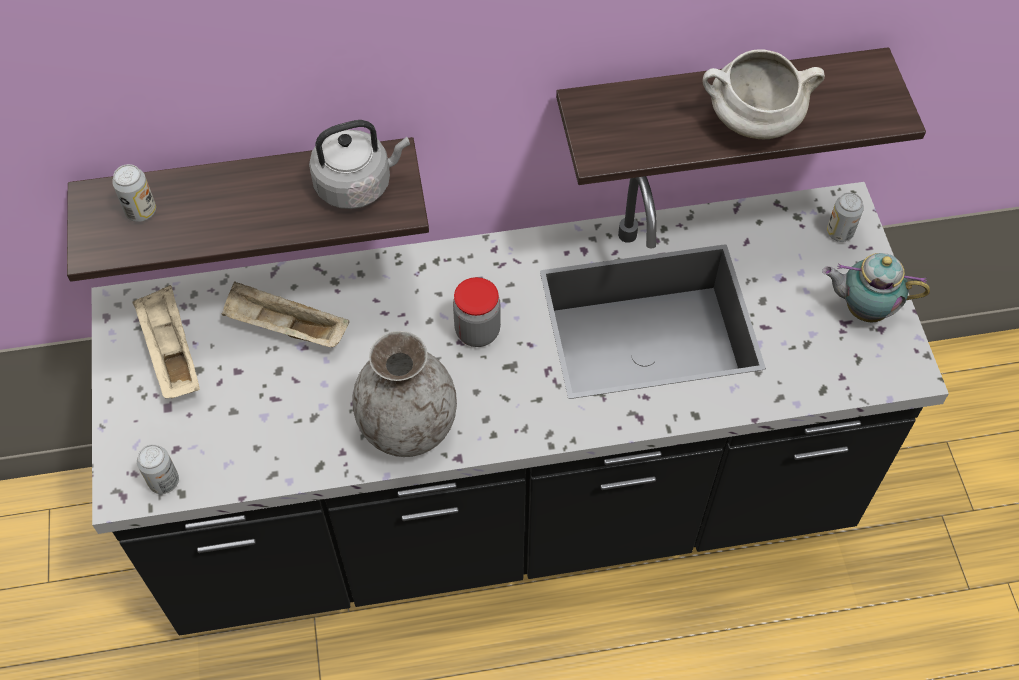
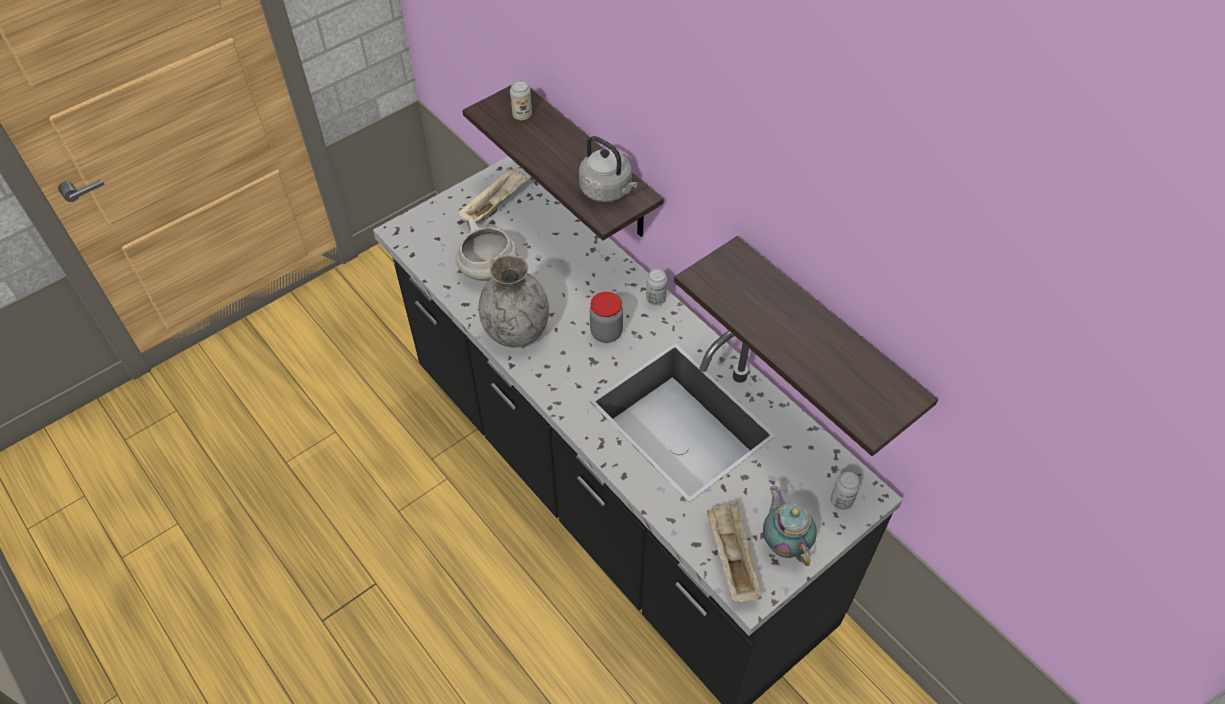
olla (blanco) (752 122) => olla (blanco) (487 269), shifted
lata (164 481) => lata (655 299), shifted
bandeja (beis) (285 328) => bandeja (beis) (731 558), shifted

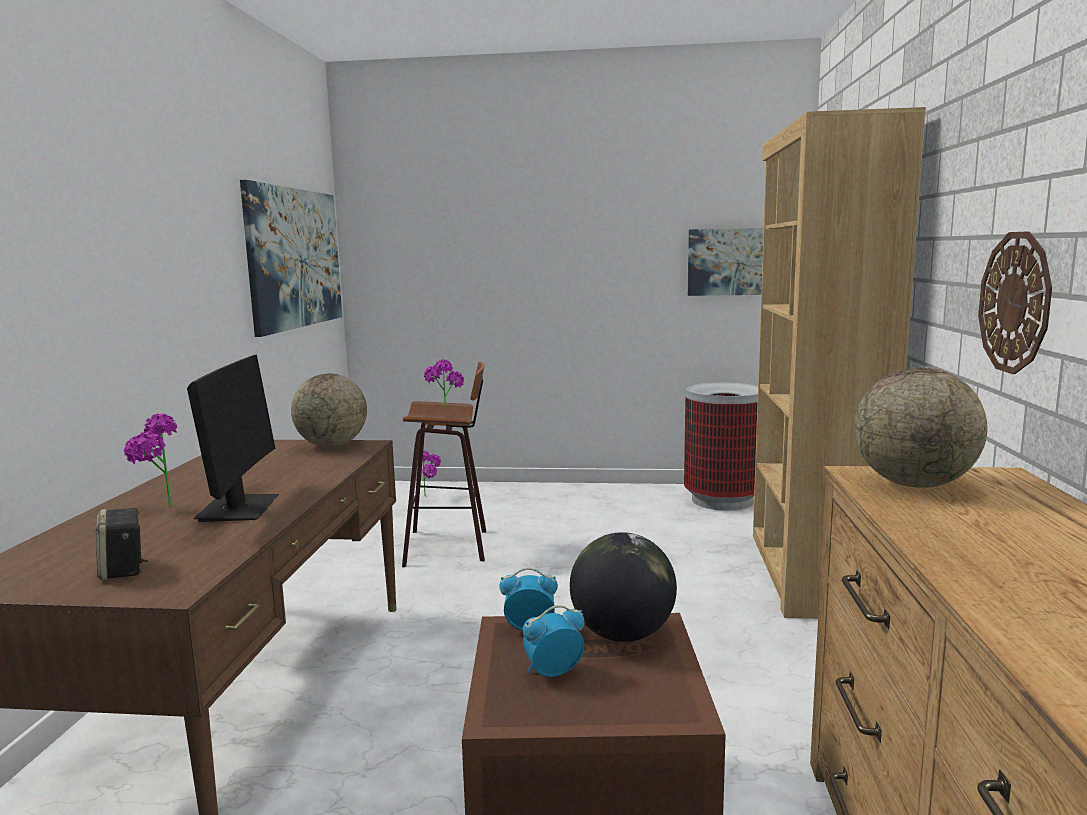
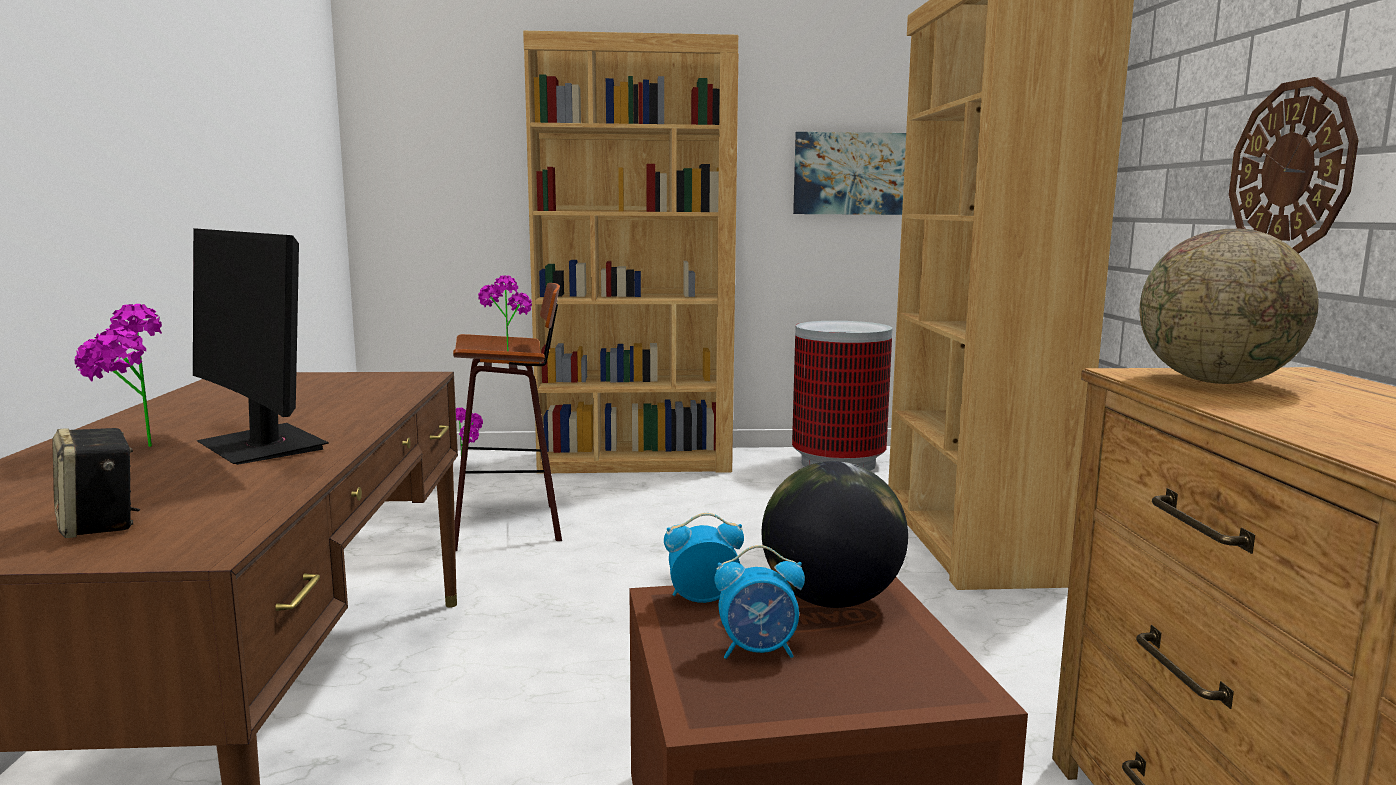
monitor (238 509) => monitor (262 446), 150 degrees clockwise
nothing => estantería (marrón) (636 461)
despertador (552 672) => despertador (758 651), 150 degrees counterclockwise
cuadro (295 258) => nothing
globo terráqueo (332 445) => nothing

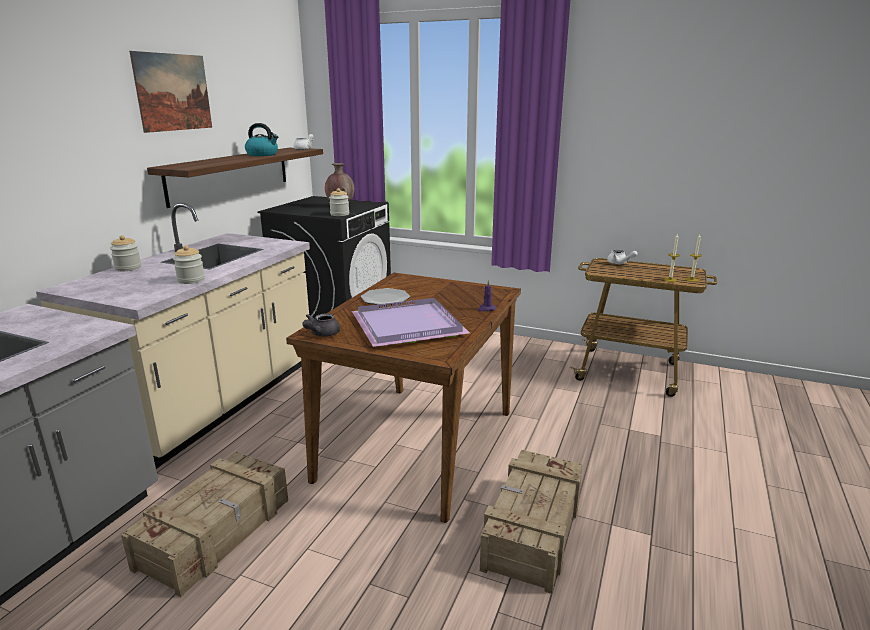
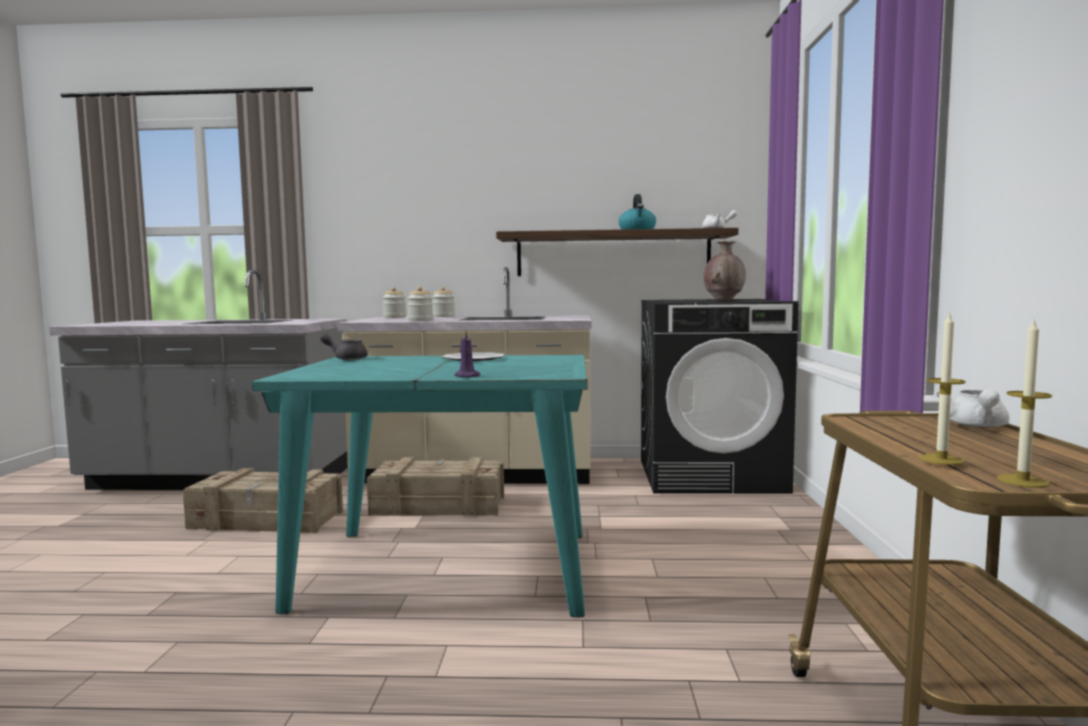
mesa de comedor (marrón) (417 445) => mesa de comedor (turquesa) (445 569)
caja de embalaje (532 530) => caja de embalaje (438 505), shifted
tarro (339 214) => tarro (394 317), shifted
cuadro (173 92) => nothing
bandeja (morado) (410 326) => nothing

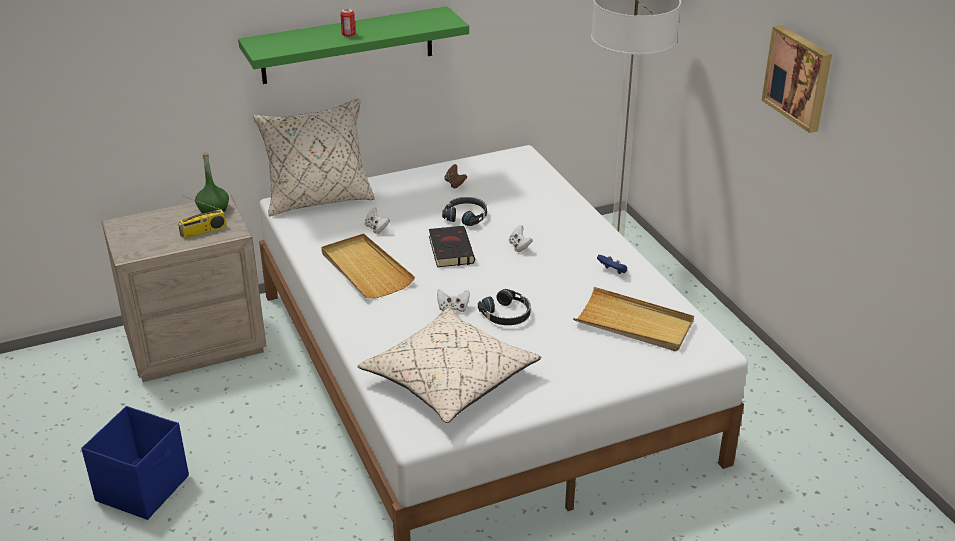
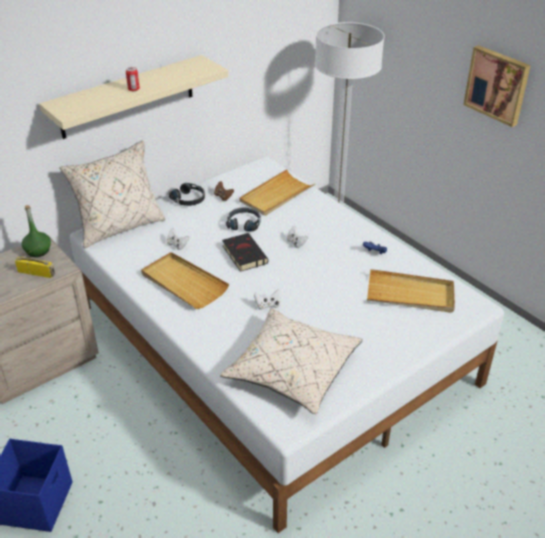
radio (203 231) => radio (37 272), 120 degrees counterclockwise
estante (verde) (347 45) => estante (beis) (127 97)
auriculares (negro) (506 314) => auriculares (negro) (189 199), shifted
nothing => bandeja (beis) (276 195)

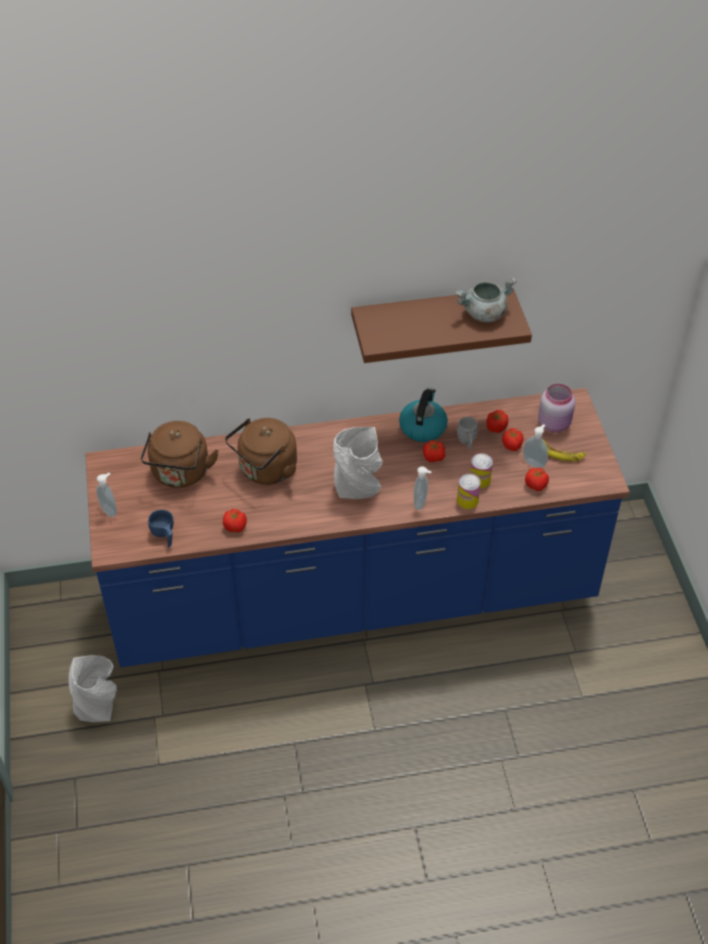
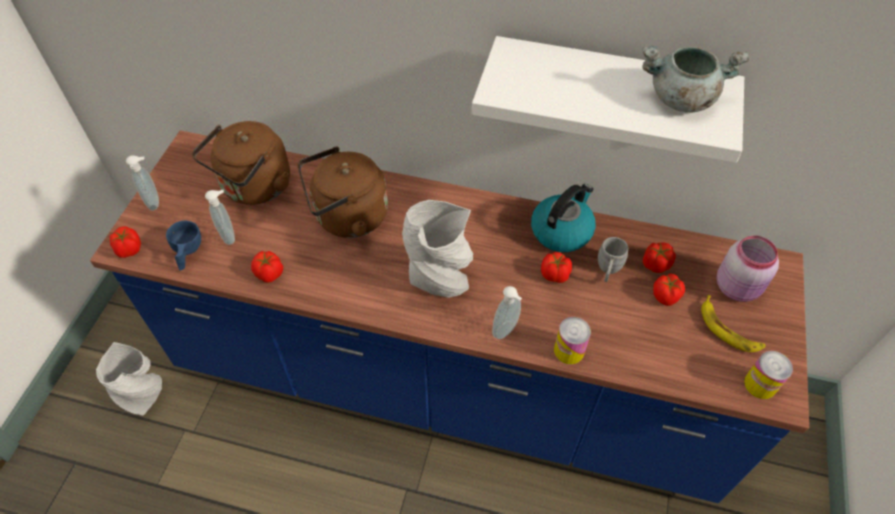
tomate (536 485) => tomate (129 250), shifted
dispensador de jabón (534 463) => dispensador de jabón (229 235), shifted
estante (marrón) (431 319) => estante (blanco) (609 89)
lata (479 480) => lata (760 384), shifted

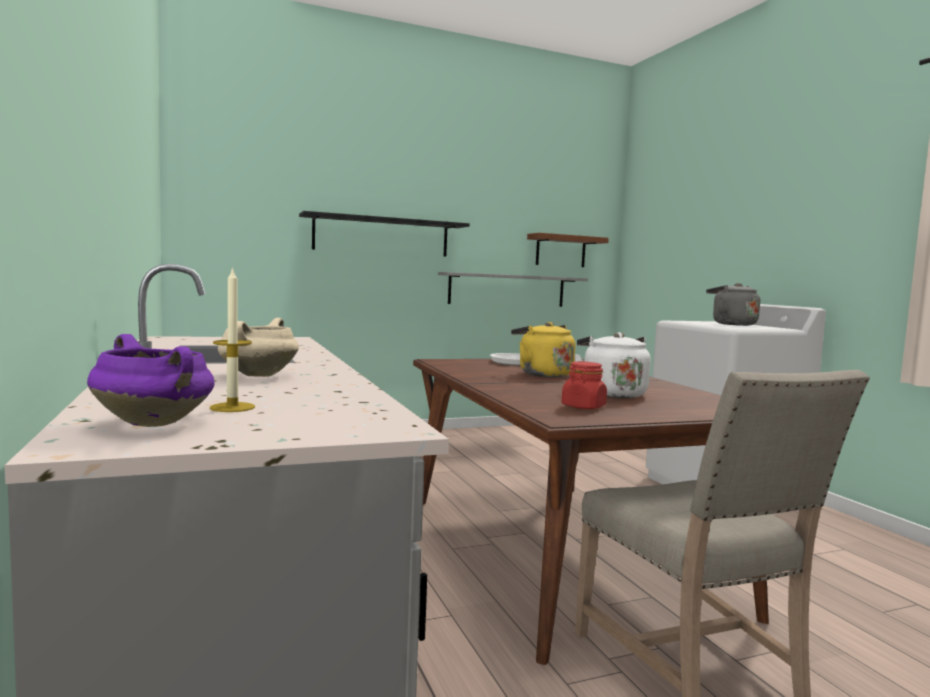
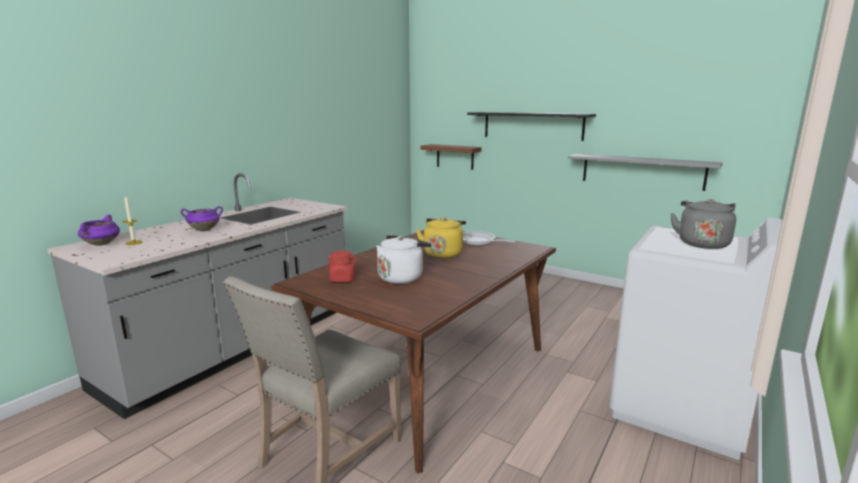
olla (beis) (258 375) => olla (morado) (204 230)
estante (marrón) (560 251) => estante (marrón) (455 156), shifted

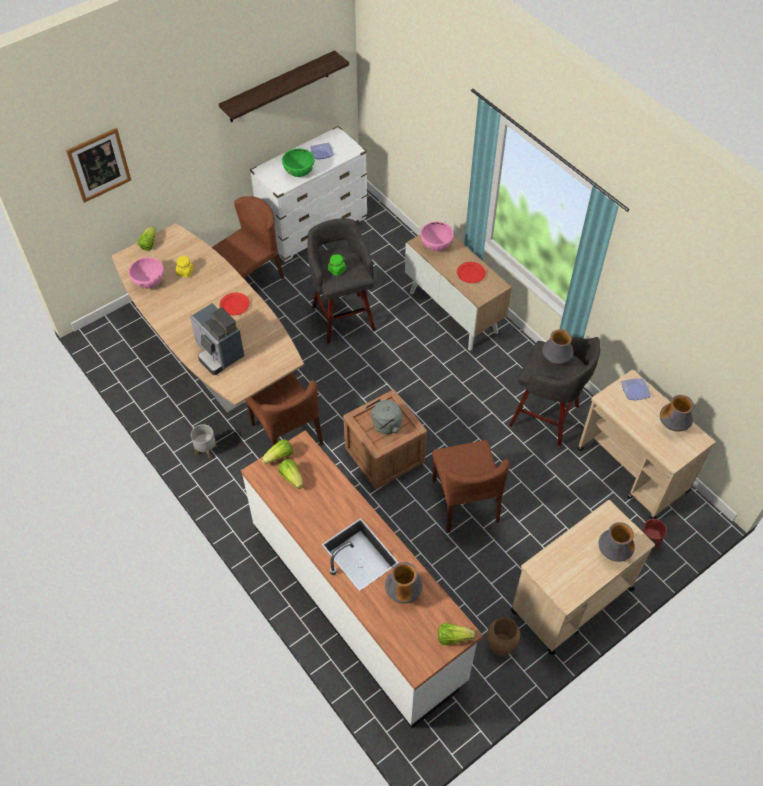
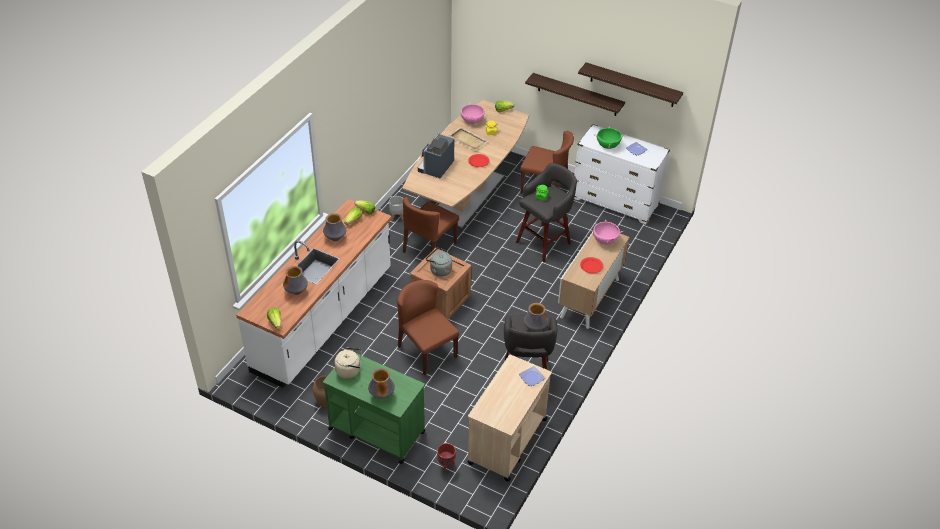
florero (672 426) => florero (335 238), shifted
carrito (beis) (571 600) => carrito (verde) (376 430)
nothing => hervidor (beis) (350 370)
silla (marrón) (465 501) => silla (marrón) (426 351), 90 degrees clockwise
nothing => bandeja (beis) (467 140)
nothing => estante (577 95)
cuadro (99 165) => nothing

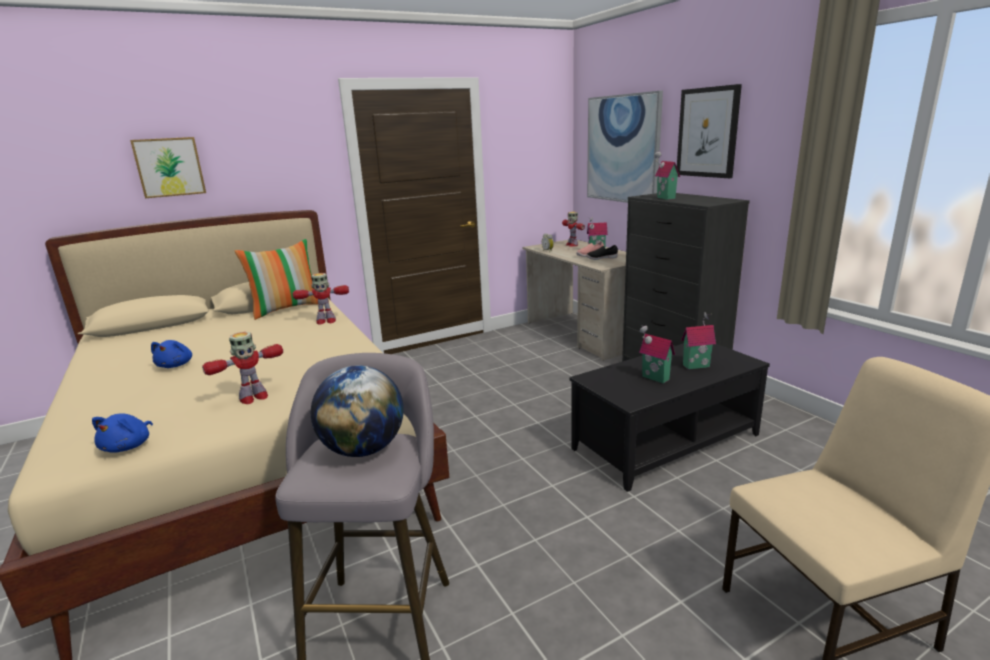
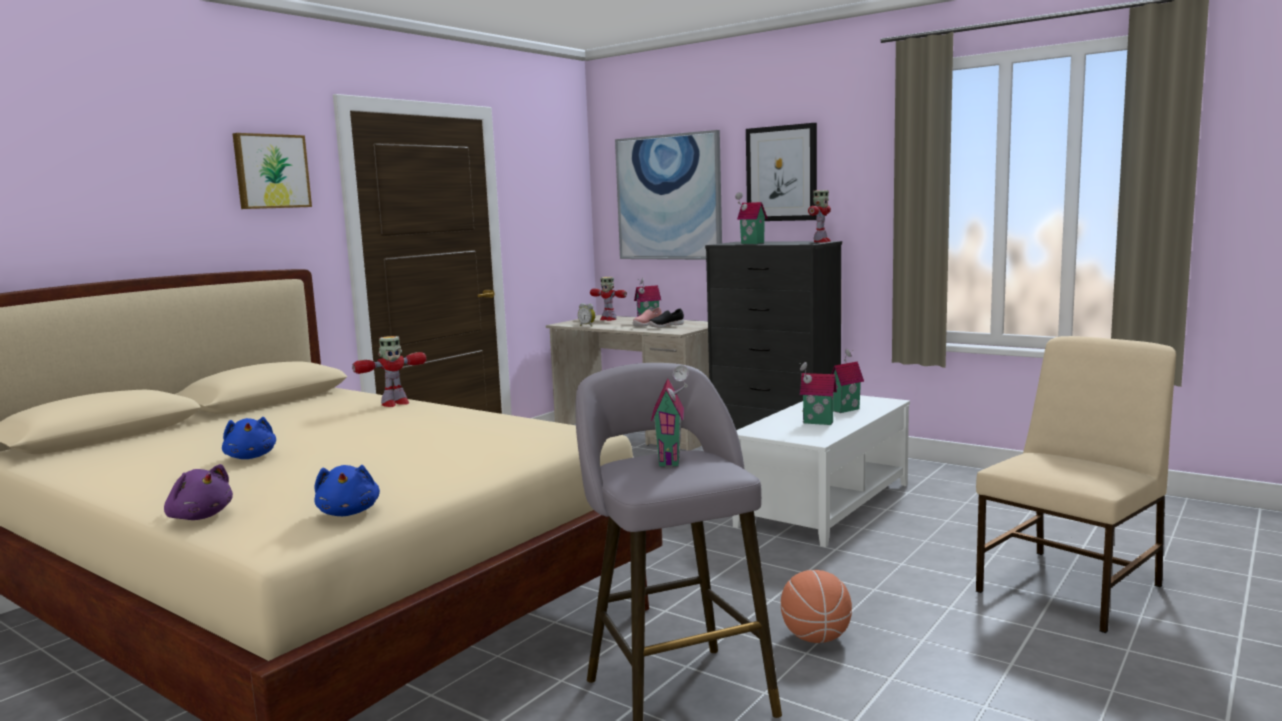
nothing => peluche (morado) (199 516)
cuadro (169 167) => cuadro (271 171), shifted
globo terráqueo (363 449) => casita (672 460)
mesa de centro (negro) (664 441) => mesa de centro (blanco) (823 504)
nothing => balón de baloncesto (815 637)
robot de juguete (253 398) => robot de juguete (821 242), shifted
cojín (287 309) => nothing

